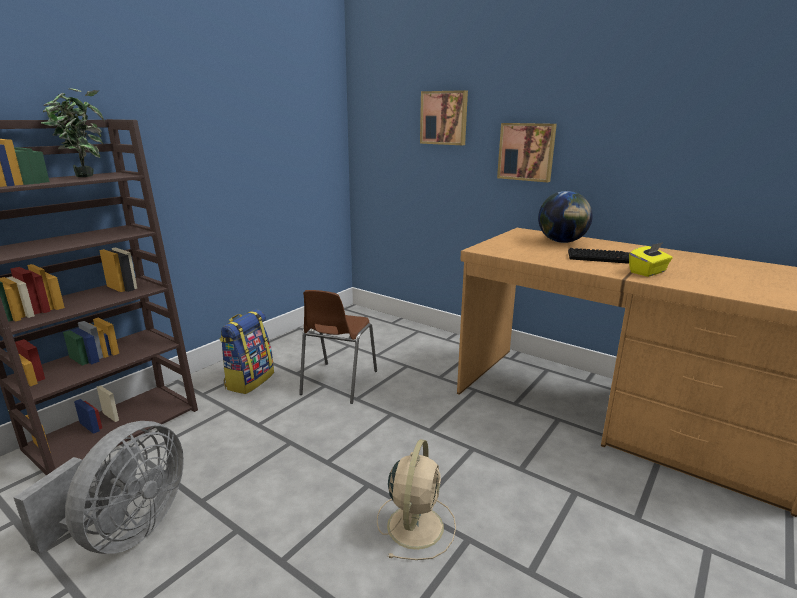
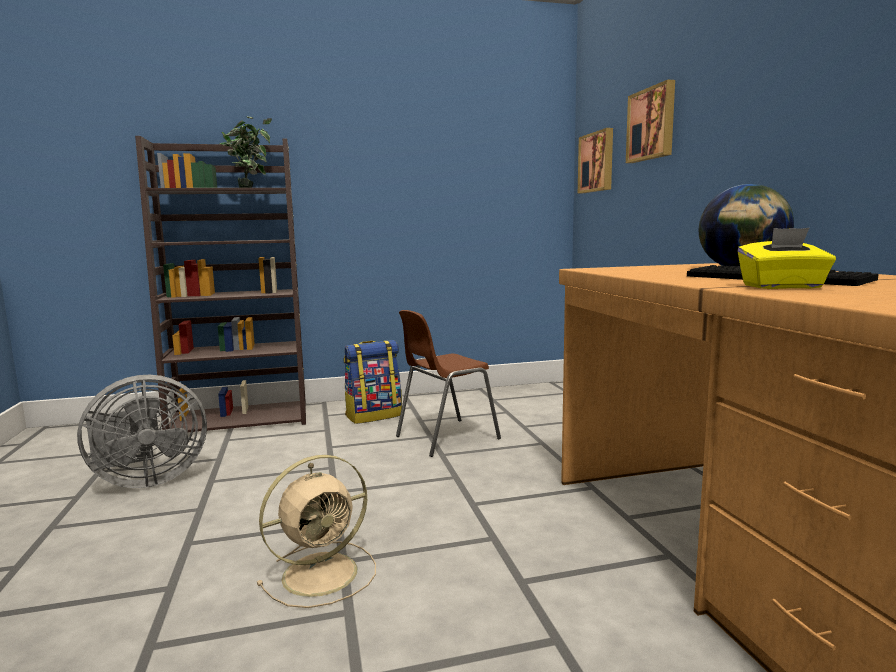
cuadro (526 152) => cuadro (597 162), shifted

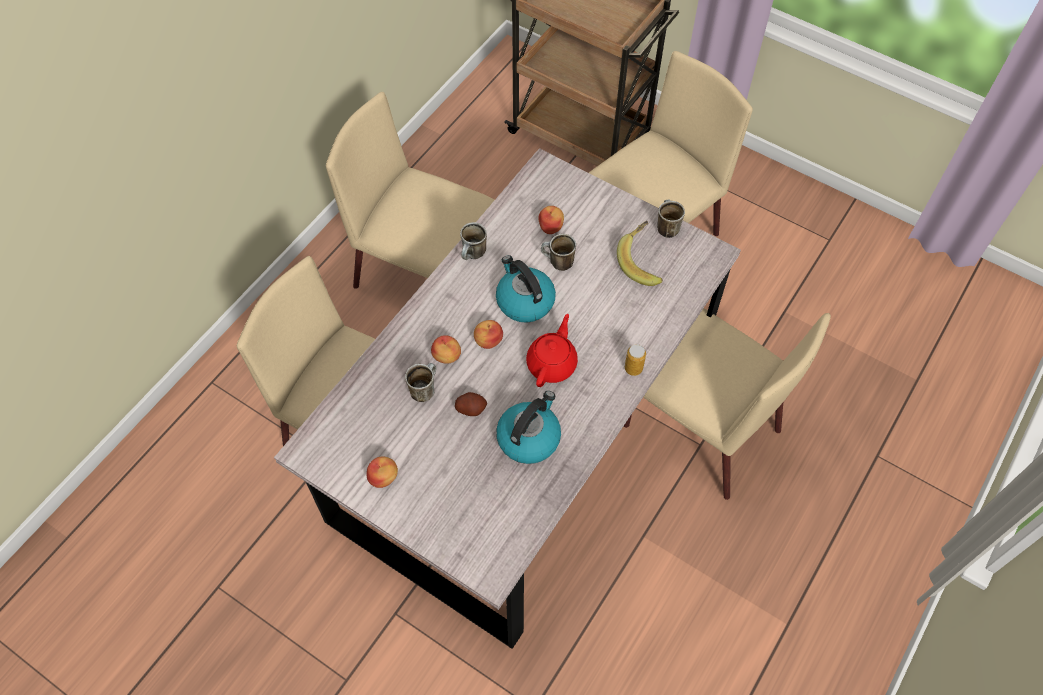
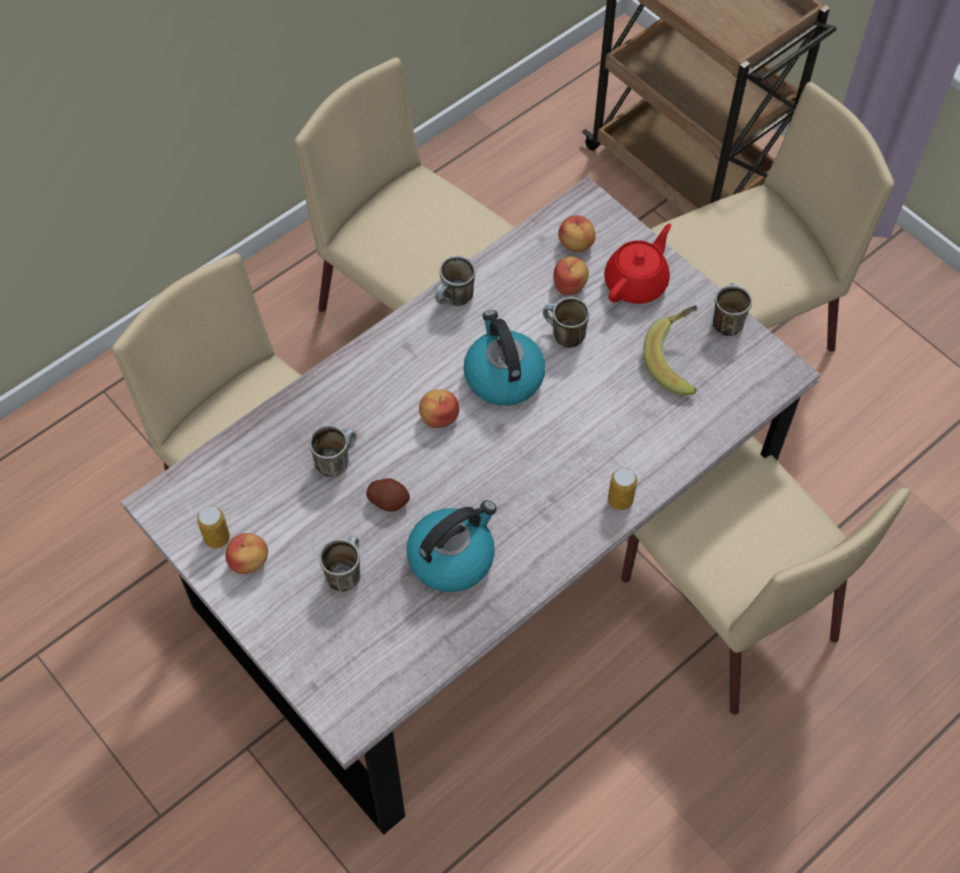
nothing => lata (217 538)
nothing => taza grande (344 572)
manzana (446 357) => manzana (575 245), shifted
tetera (rojo) (552 363) => tetera (rojo) (636 282), shifted

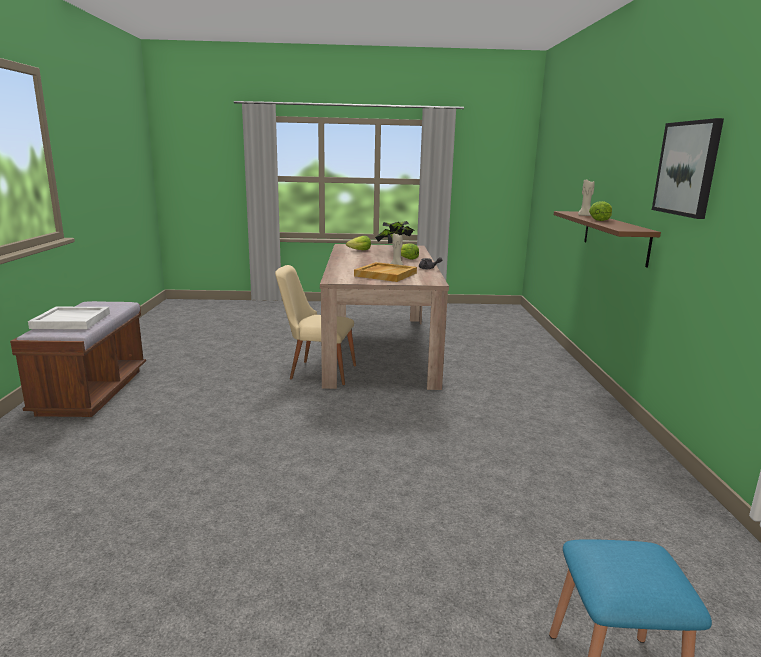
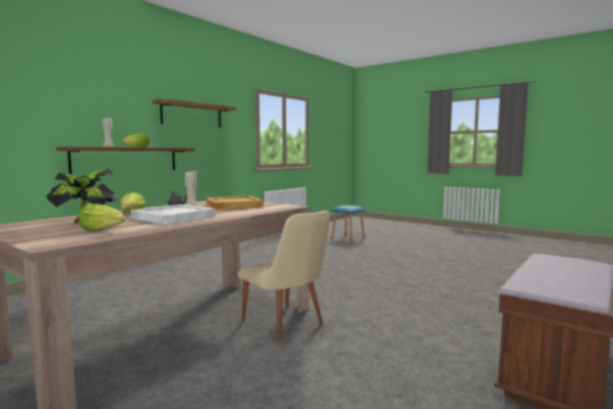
bandeja (blanco) (72 320) => bandeja (blanco) (173 217), shifted
cuadro (687 168) => estante (192 115)

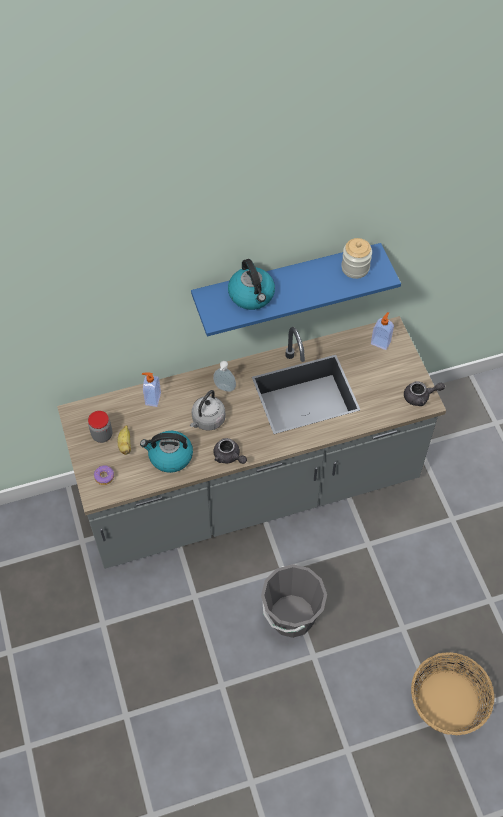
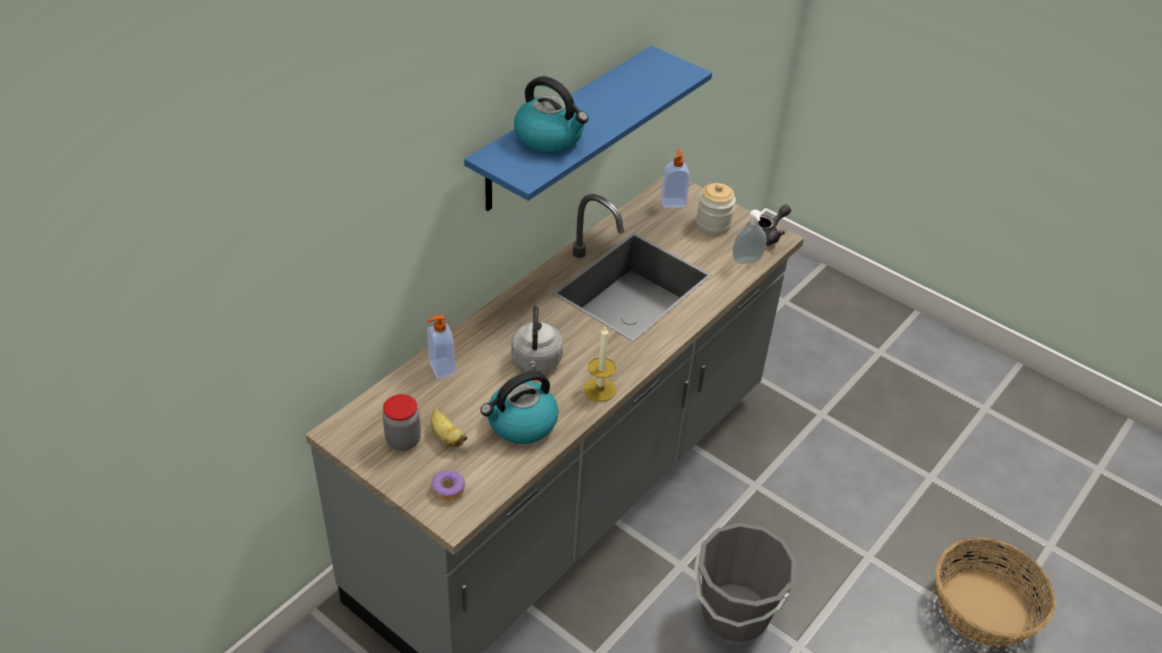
tetera (gris) (229 457) => vela (600 389)
tarro (355 268) => tarro (713 224), shifted
dispensador de jabón (224 389) => dispensador de jabón (747 262), shifted

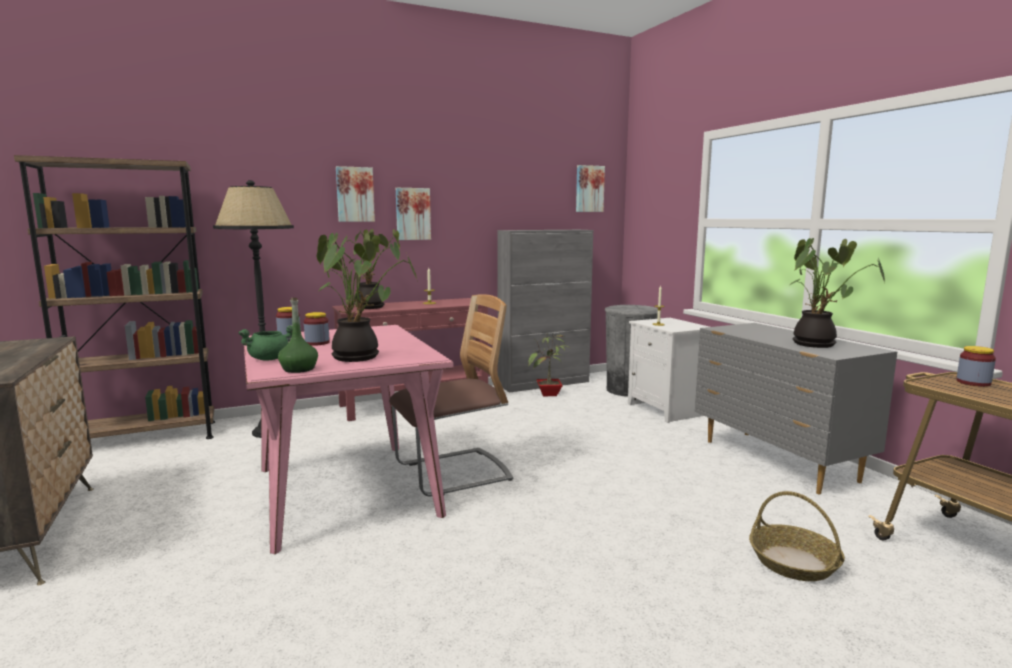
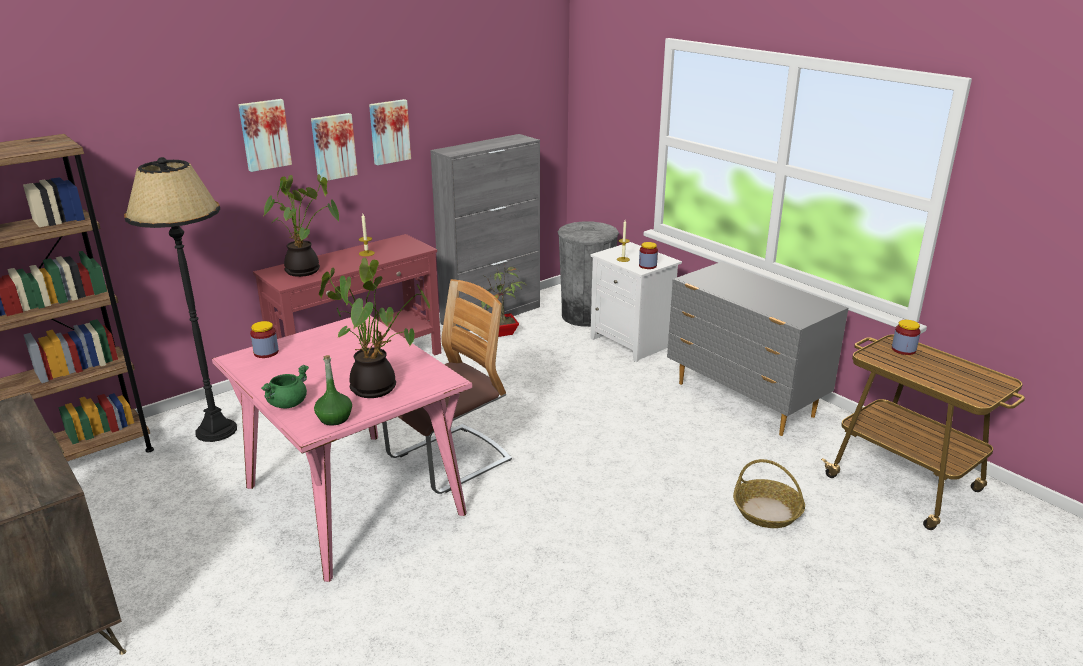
cuadro (589 189) => cuadro (389 131), shifted
tarro (317 343) => tarro (647 266), shifted
planta en maceta (818 344) => nothing

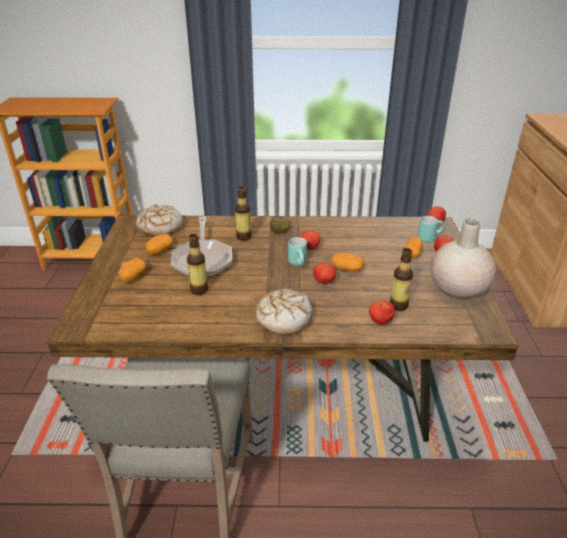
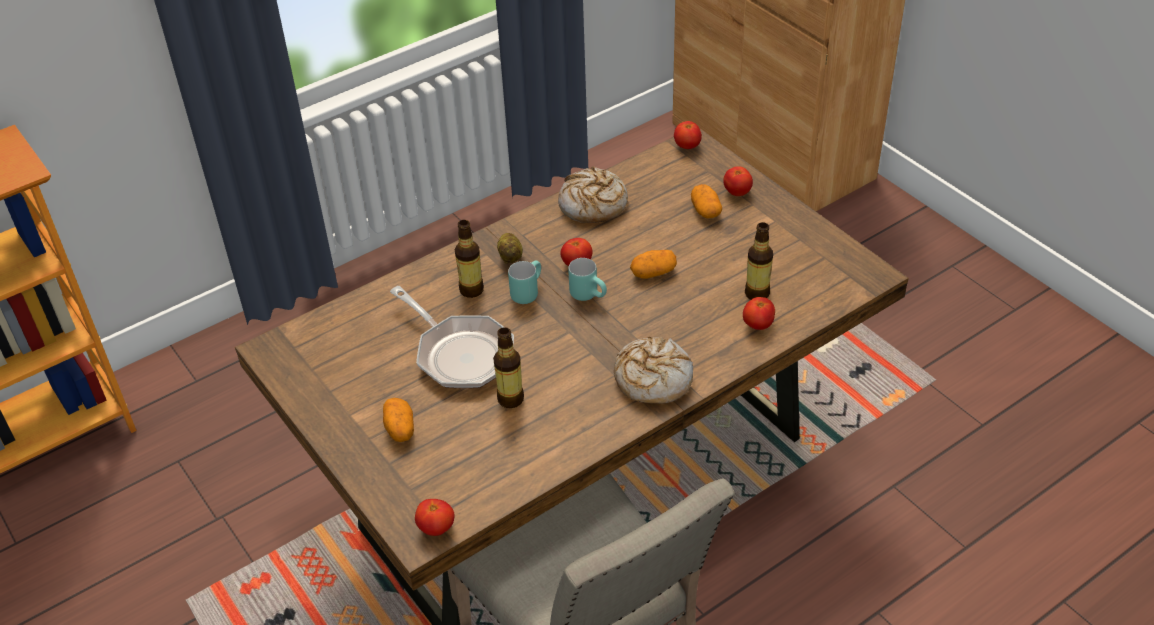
tomate (324 282) => tomate (436 528), shifted
taza grande (turquesa) (428 237) => taza grande (turquesa) (526 291), shifted
pan (160 227) => pan (593 204), shifted
patata (160 251) => nothing
florero (beis) (457 288) => nothing

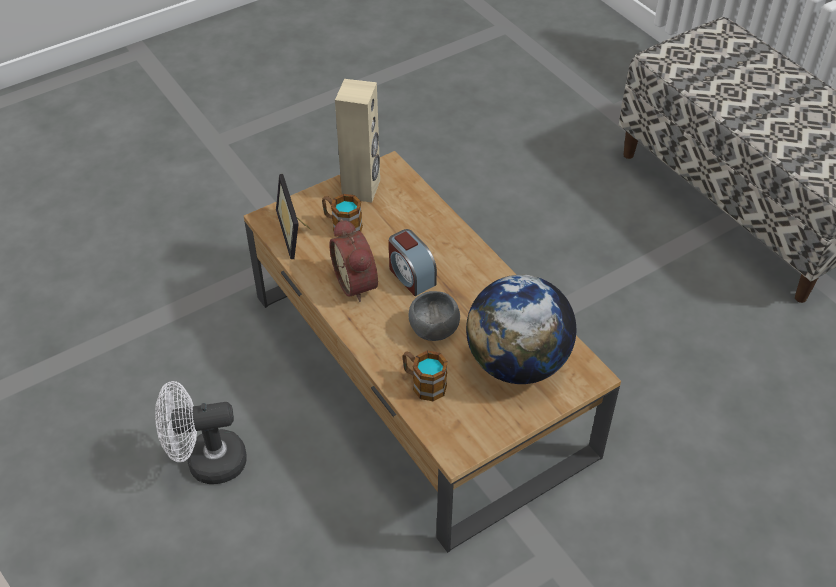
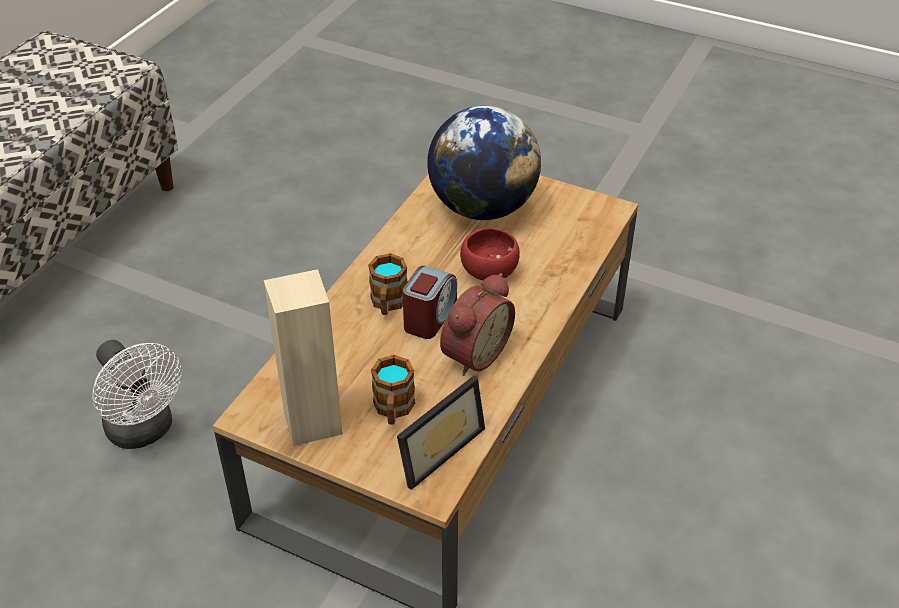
ventilador (blanco) (206 462) => ventilador (blanco) (145 431), shifted
taza grande (423 383) => taza grande (388 304), shifted
cuenco (gris) (432 329) => cuenco (rojo) (489 273)

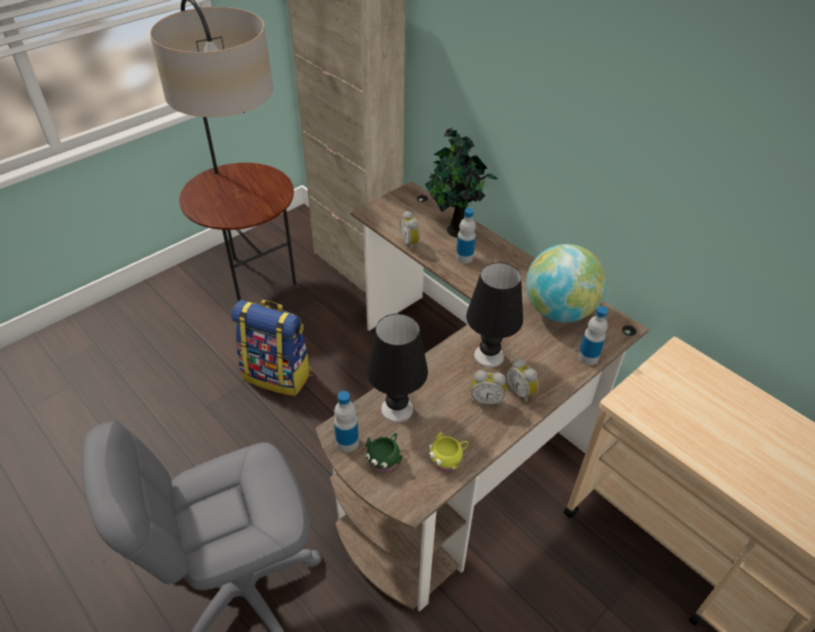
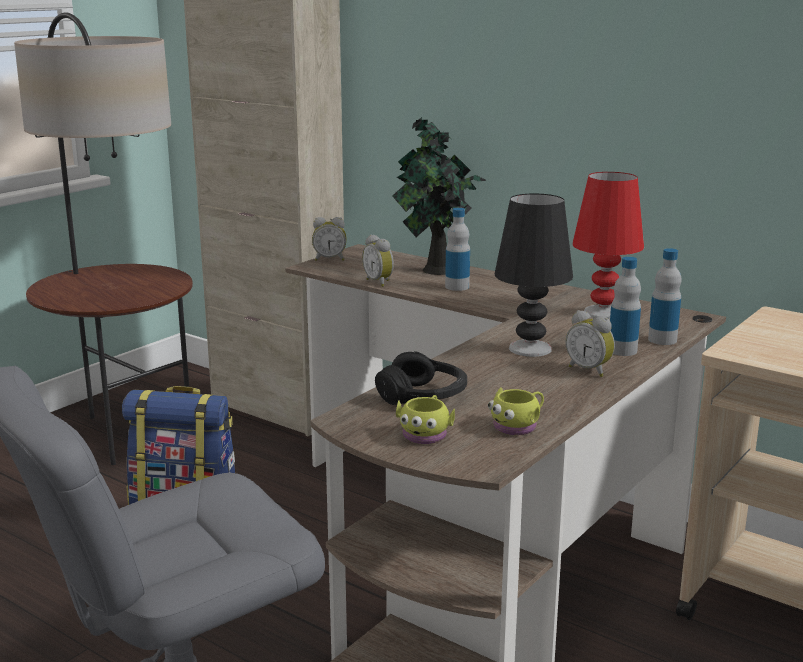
despertador (486 400) => despertador (329 259), shifted
lámpara de mesa (negro) (397 409) => auriculares (negro) (423 396)
taza grande (verde) (385 458) => taza grande (amarillo) (426 433)
globo terráqueo (558 311) => lámpara de mesa (rojo) (603 312)
botella (347 442) => botella (622 350), shifted

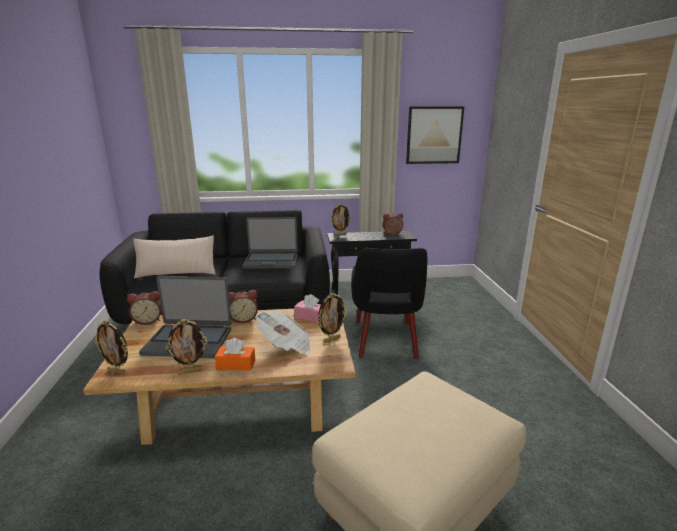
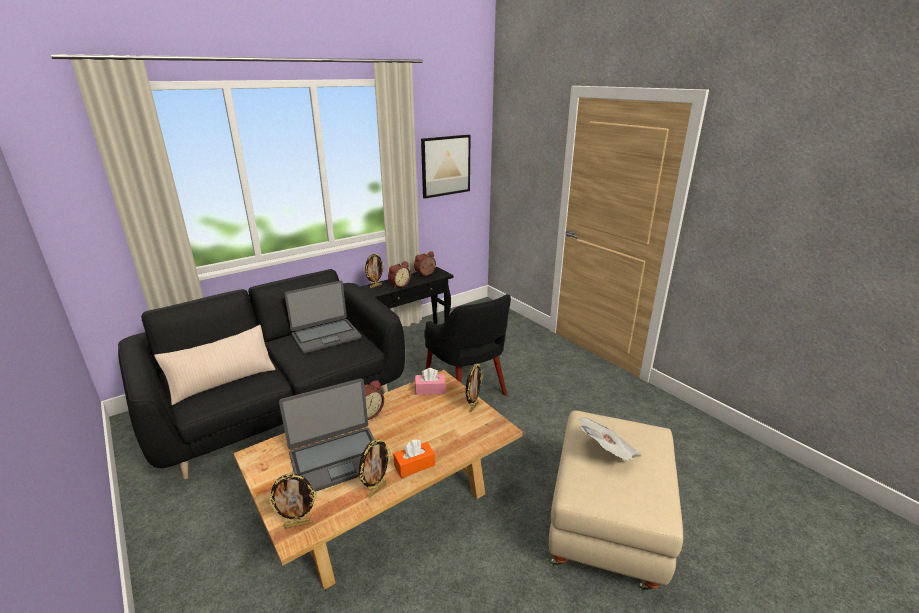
despertador (148 320) => despertador (399 285), shifted
periódico (286 345) => periódico (607 452), shifted

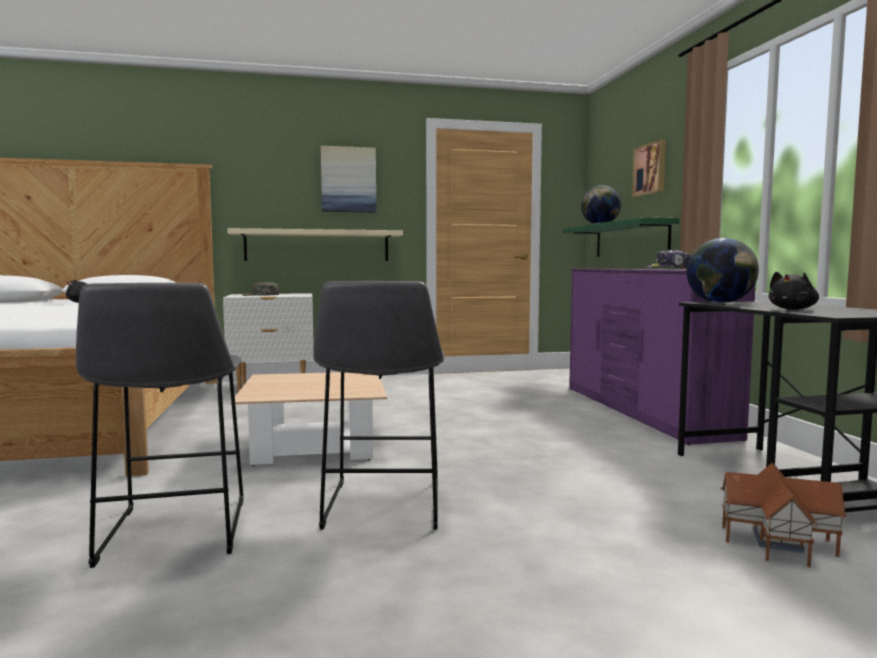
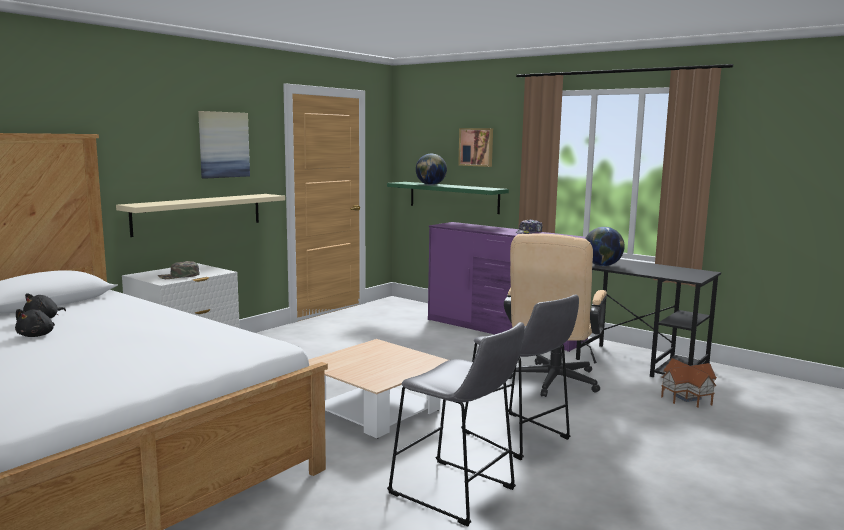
peluche (negro) (793 309) => peluche (negro) (37 335), shifted
nothing => silla de oficina (beis) (551 383)

